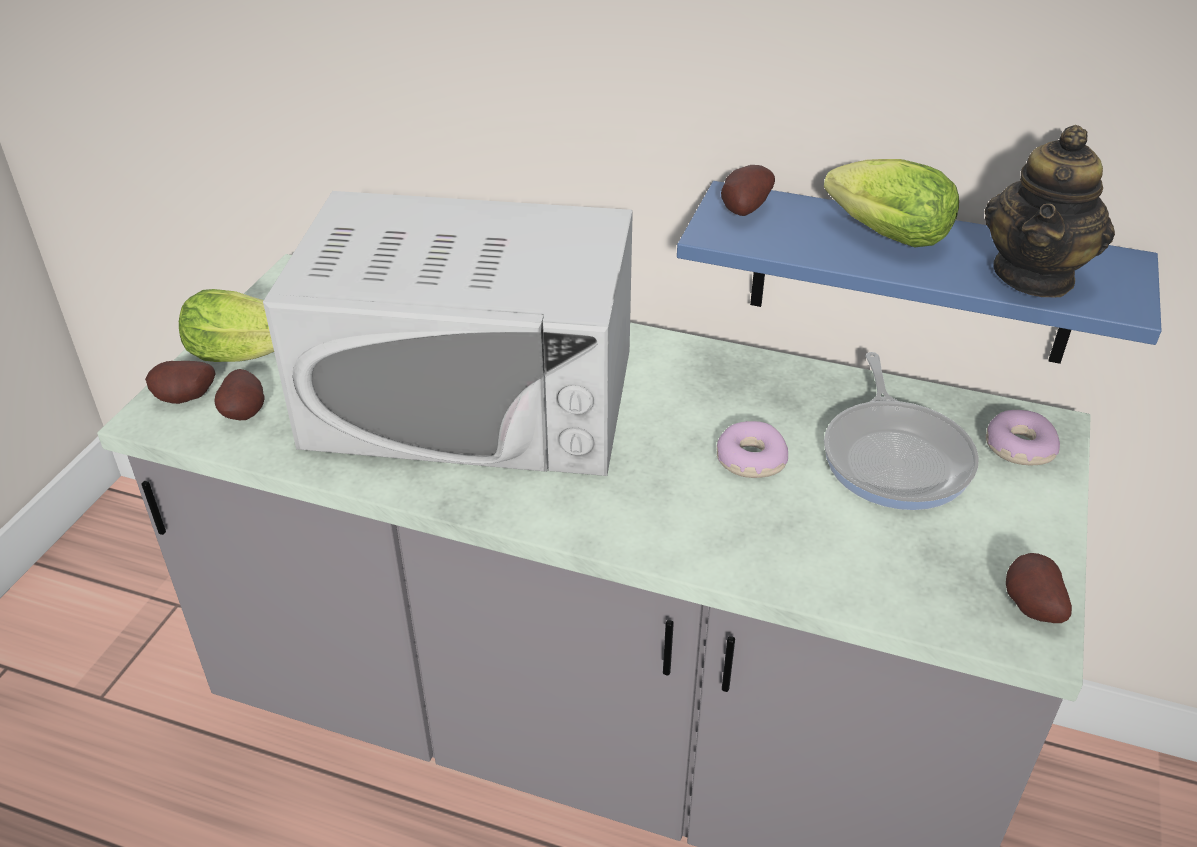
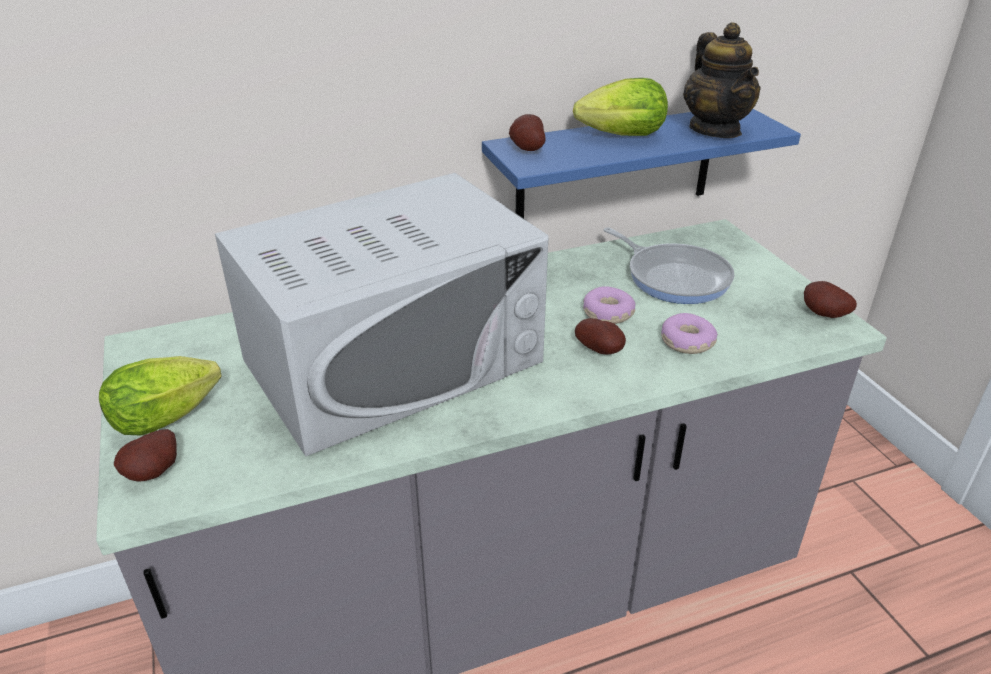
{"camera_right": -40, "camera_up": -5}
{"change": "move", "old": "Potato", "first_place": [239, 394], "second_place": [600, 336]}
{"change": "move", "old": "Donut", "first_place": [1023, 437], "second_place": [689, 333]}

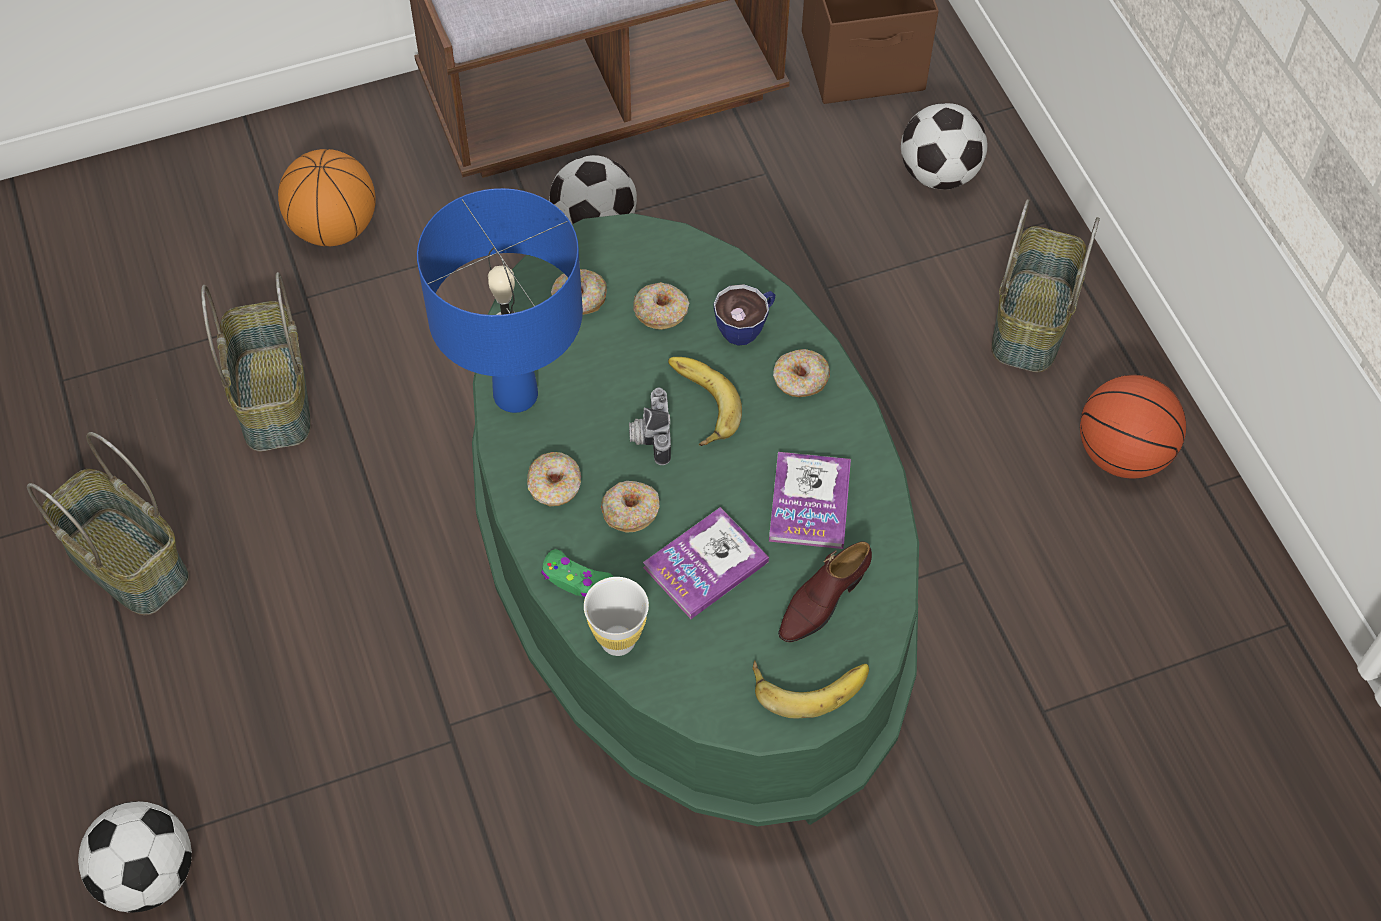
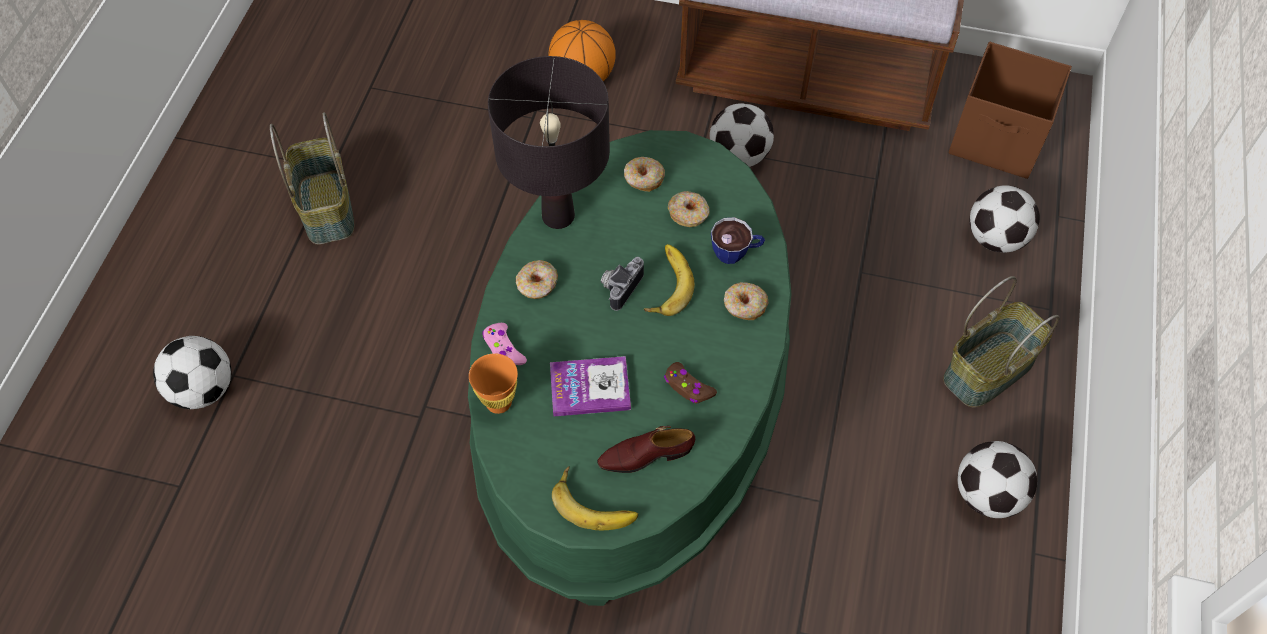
{"camera_right": 35, "camera_up": 0}
{"change": "delete", "old": "Basket", "first_place": [256, 362]}
{"change": "recolor", "old": "BlueTableLamp", "new": "BlackTableLamp", "first_place": [500, 300], "second_place": [549, 142]}
{"change": "recolor", "old": "GreenGameController", "new": "PinkGameController", "first_place": [577, 573], "second_place": [504, 344]}
{"change": "recolor", "old": "WhiteCup", "new": "OrangeCup", "first_place": [616, 616], "second_place": [493, 383]}
{"change": "delete", "old": "Donut", "first_place": [630, 507]}
{"change": "replace", "old": "Book", "new": "BrownGameController", "first_place": [810, 500], "second_place": [690, 382]}
{"change": "replace", "old": "Basketball", "new": "Football", "first_place": [1133, 427], "second_place": [997, 479]}

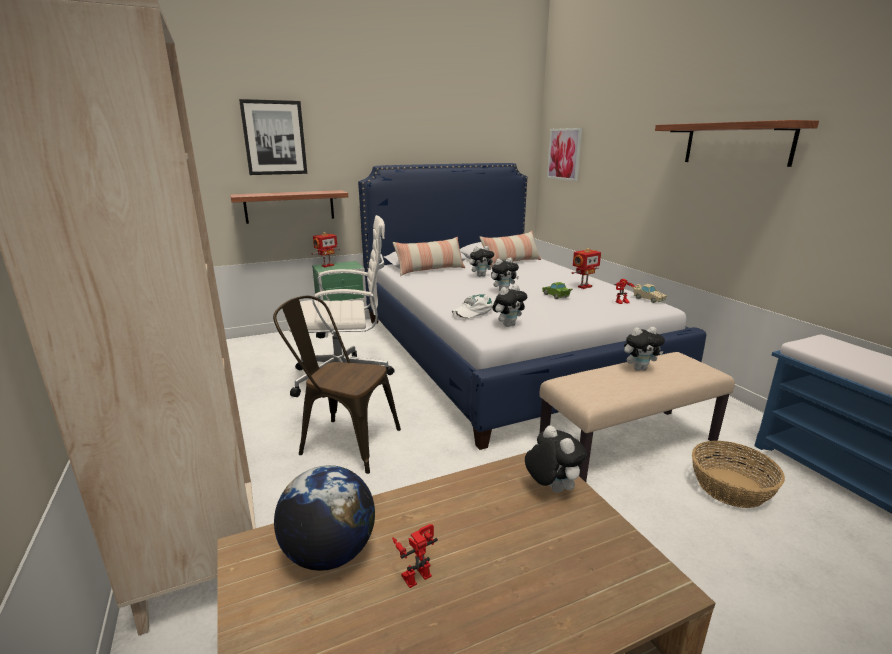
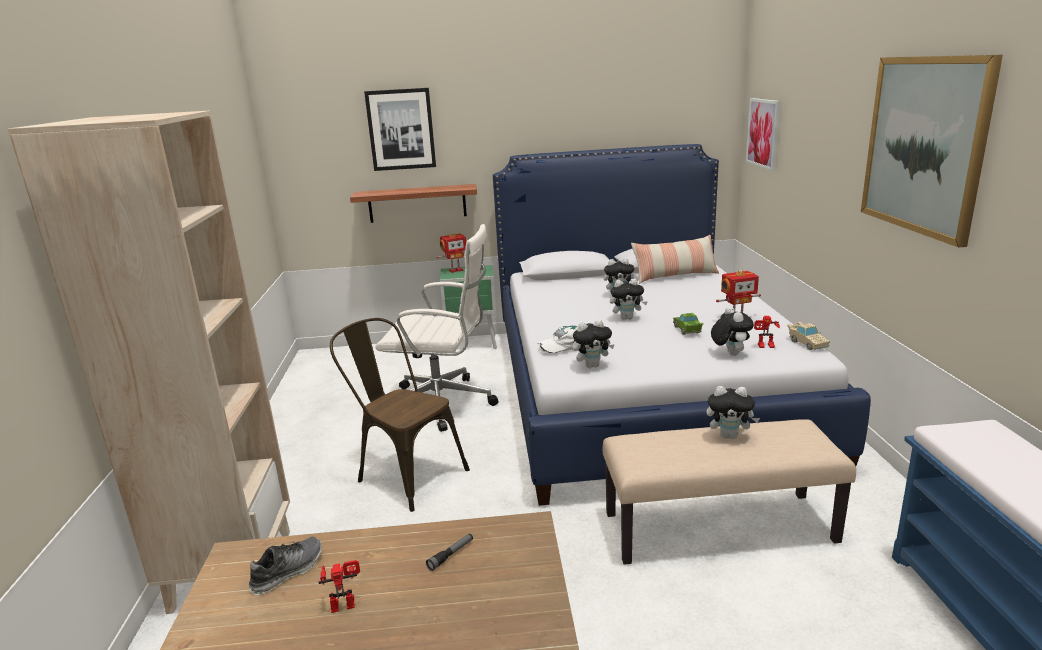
{"camera_right": 20, "camera_up": 0}
{"change": "replace", "old": "Globe", "new": "Shoe", "first_place": [324, 518], "second_place": [285, 566]}
{"change": "delete", "old": "Pillow", "first_place": [429, 256]}
{"change": "move", "old": "PlushToy", "first_place": [556, 459], "second_place": [732, 331]}
{"change": "replace", "old": "Shelf", "new": "Picture", "first_place": [737, 143], "second_place": [932, 151]}
{"change": "delete", "old": "Basket", "first_place": [738, 474]}
{"change": "insert", "new": "Flashlight", "second_place": [449, 552]}

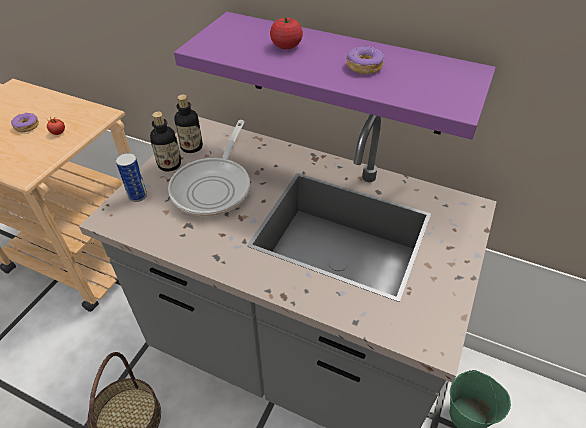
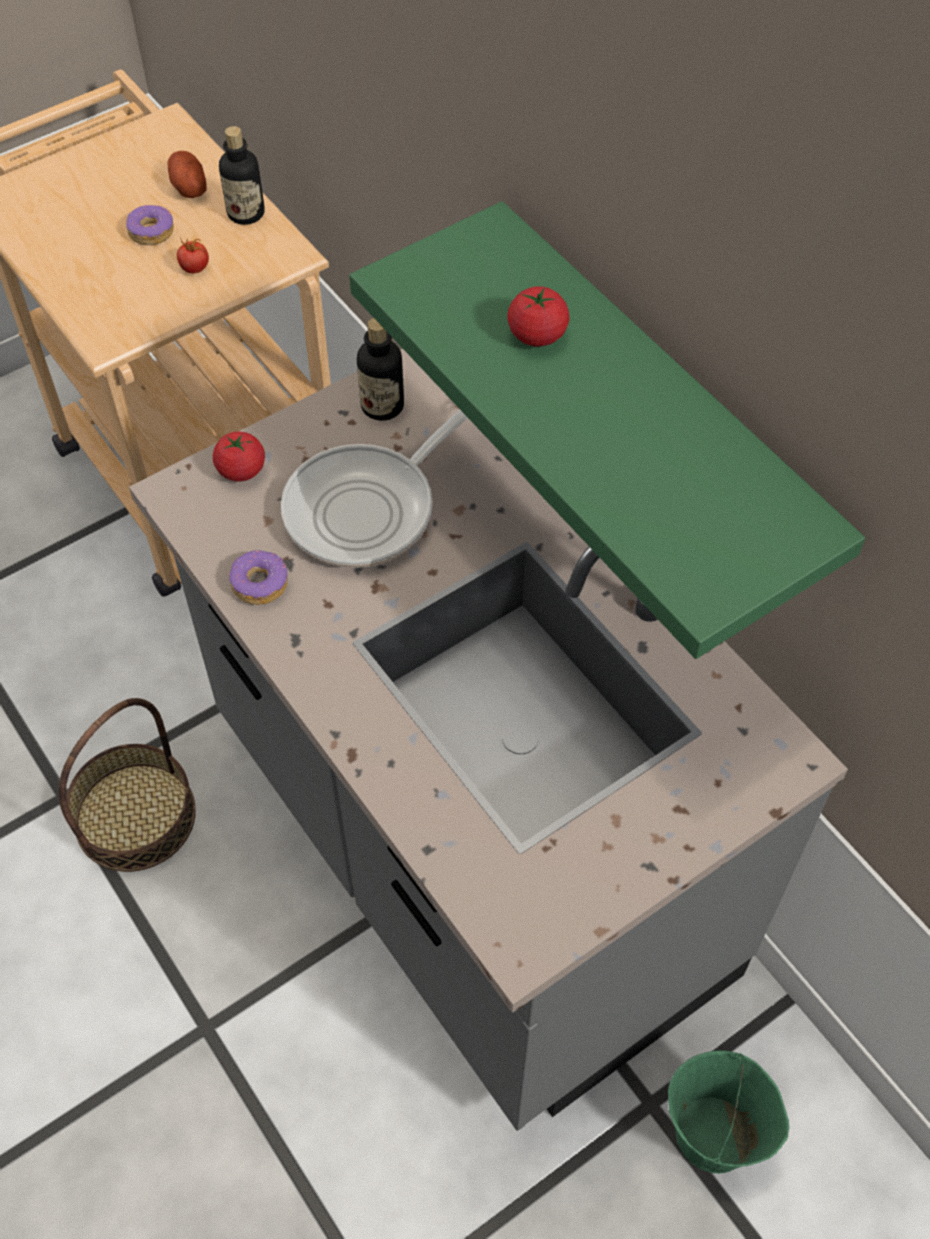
{"camera_right": 30, "camera_up": 10}
{"change": "replace", "old": "Can", "new": "Tomato", "first_place": [131, 177], "second_place": [239, 456]}
{"change": "move", "old": "Bottle", "first_place": [165, 142], "second_place": [241, 175]}
{"change": "recolor", "old": "PurpleShelf", "new": "GreenShelf", "first_place": [335, 76], "second_place": [607, 430]}
{"change": "move", "old": "Donut", "first_place": [365, 59], "second_place": [258, 577]}
{"change": "insert", "new": "Potato", "second_place": [187, 174]}

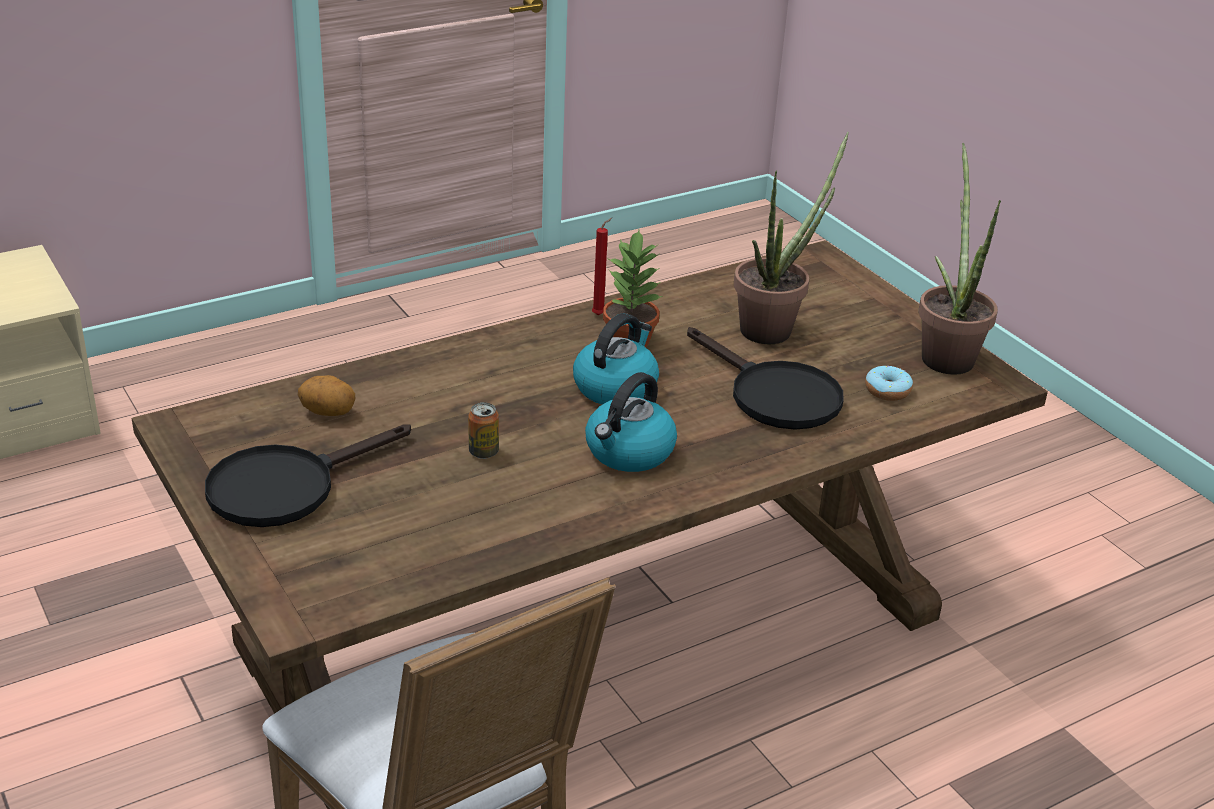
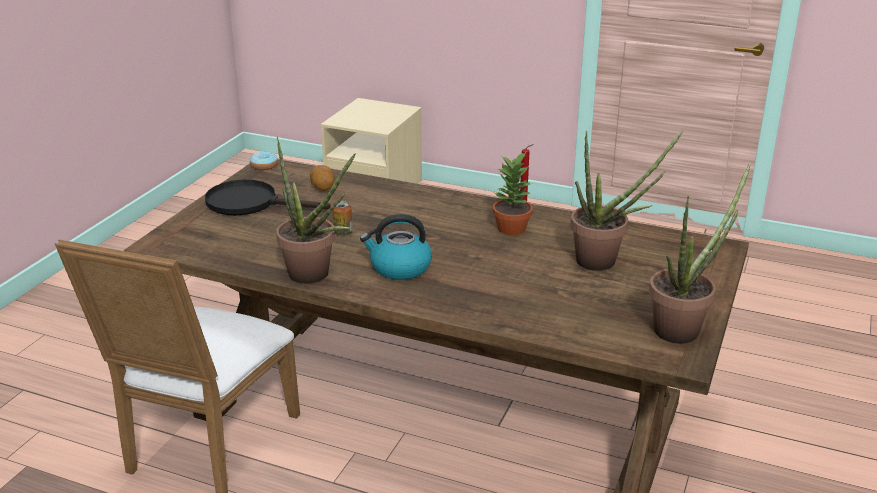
{"camera_right": 55, "camera_up": -5}
{"change": "delete", "old": "Kettle", "first_place": [616, 359]}
{"change": "delete", "old": "BlackFryingPan", "first_place": [765, 378]}
{"change": "move", "old": "Donut", "first_place": [889, 383], "second_place": [263, 161]}
{"change": "insert", "new": "PottedPlant", "second_place": [316, 210]}

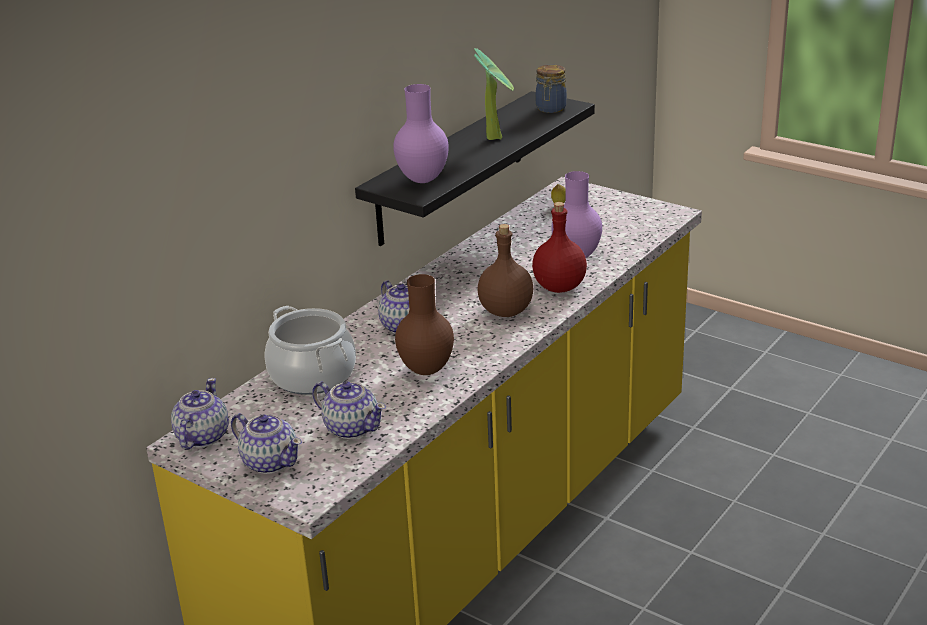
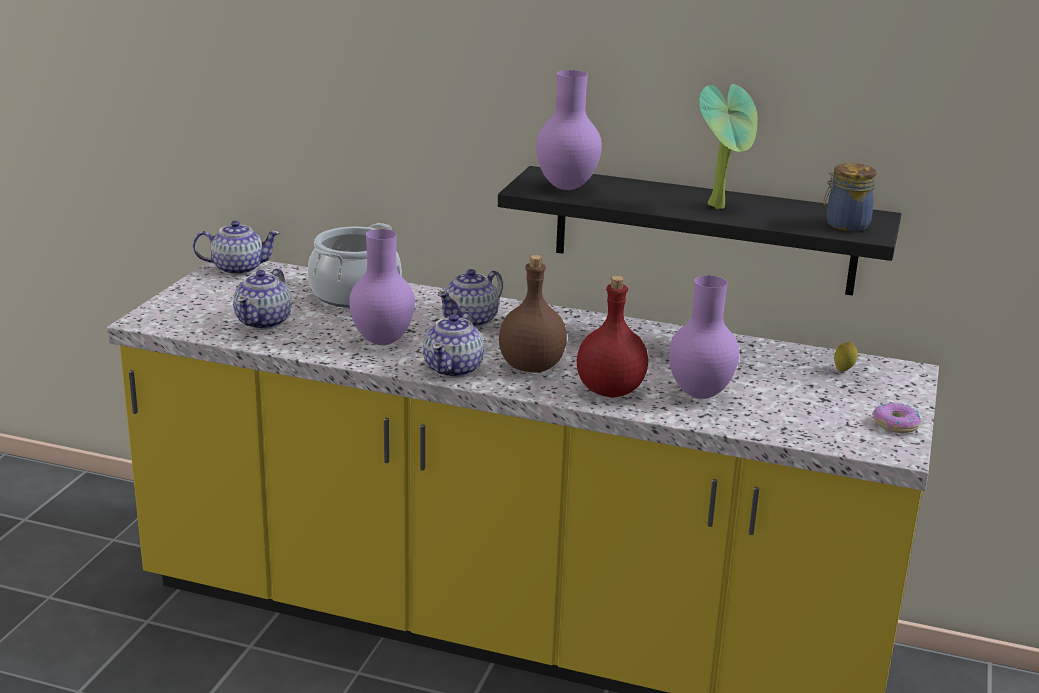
{"camera_right": 70, "camera_up": -5}
{"change": "move", "old": "Teapot", "first_place": [266, 443], "second_place": [453, 344]}
{"change": "recolor", "old": "BrownVase", "new": "PurpleVase", "first_place": [424, 324], "second_place": [382, 287]}
{"change": "insert", "new": "Donut", "second_place": [896, 418]}

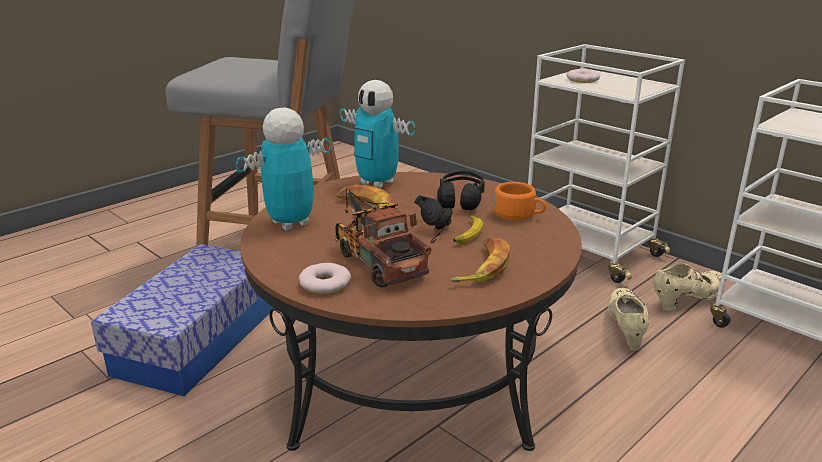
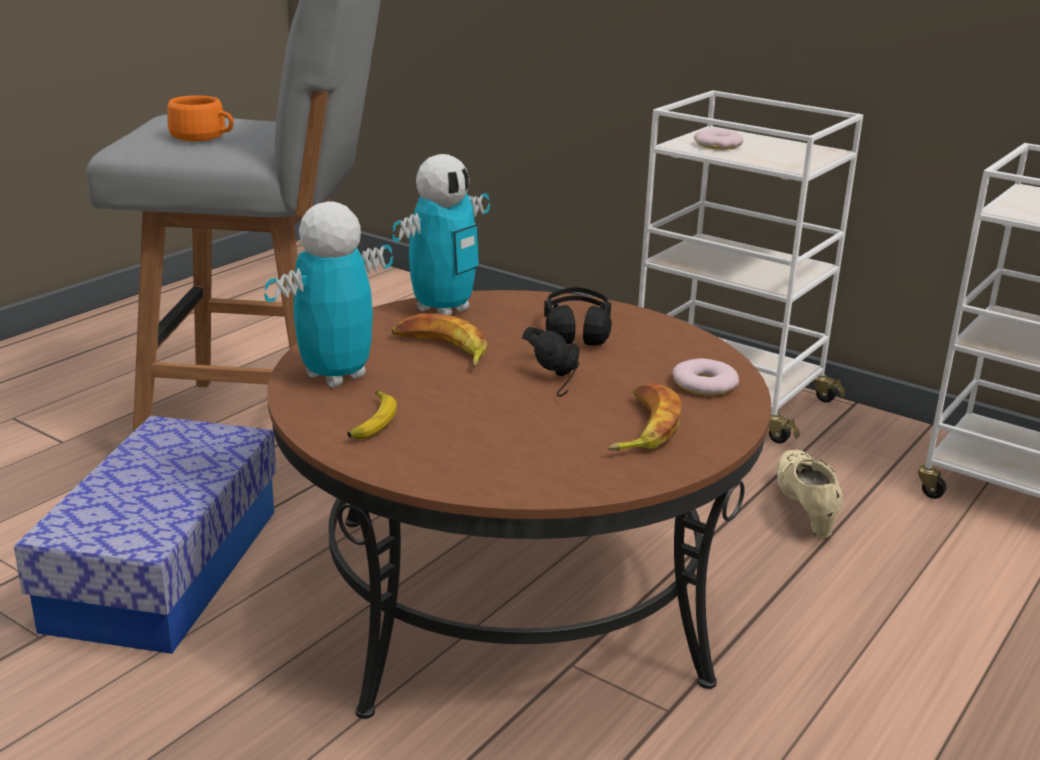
{"camera_right": -10, "camera_up": 0}
{"change": "move", "old": "Donut", "first_place": [325, 278], "second_place": [705, 377]}
{"change": "delete", "old": "ToyTruck", "first_place": [383, 238]}
{"change": "rotate", "old": "ToyRobot", "first_place": [377, 134], "second_place": [441, 235], "degrees": -75}
{"change": "move", "old": "Banana", "first_place": [468, 229], "second_place": [372, 415]}
{"change": "move", "old": "OrangeCup", "first_place": [519, 201], "second_place": [200, 118]}
{"change": "delete", "old": "BeigeShoe", "first_place": [689, 287]}

